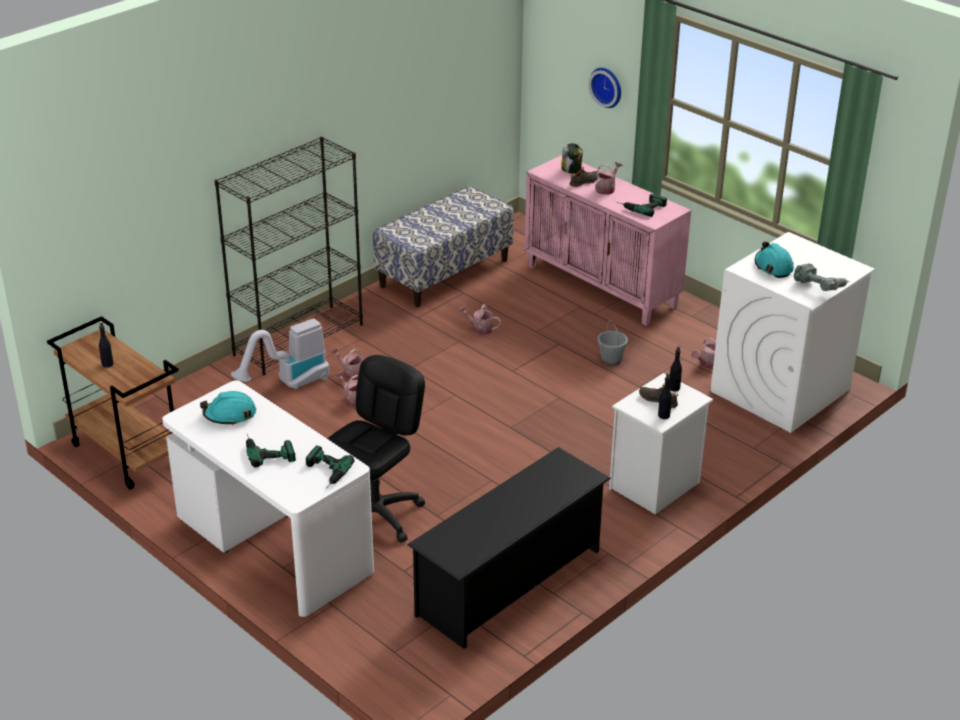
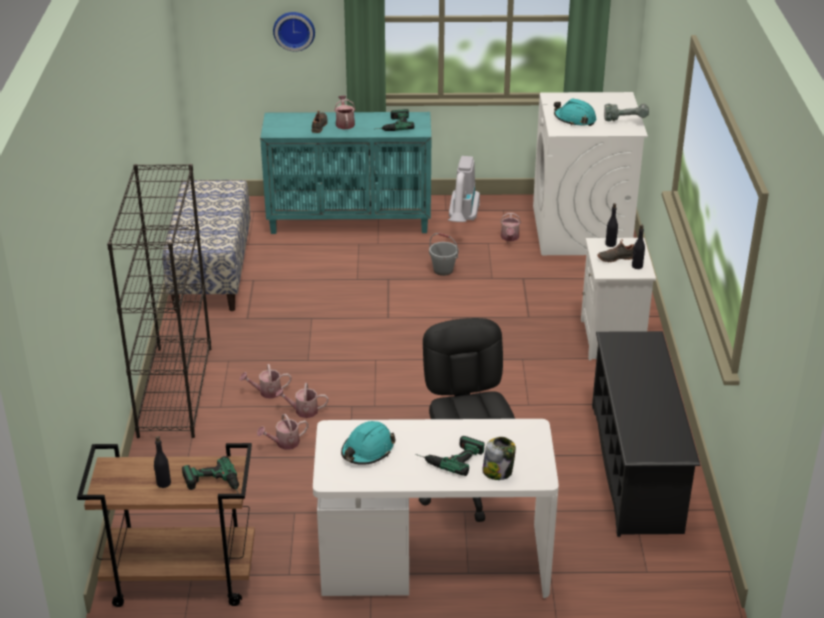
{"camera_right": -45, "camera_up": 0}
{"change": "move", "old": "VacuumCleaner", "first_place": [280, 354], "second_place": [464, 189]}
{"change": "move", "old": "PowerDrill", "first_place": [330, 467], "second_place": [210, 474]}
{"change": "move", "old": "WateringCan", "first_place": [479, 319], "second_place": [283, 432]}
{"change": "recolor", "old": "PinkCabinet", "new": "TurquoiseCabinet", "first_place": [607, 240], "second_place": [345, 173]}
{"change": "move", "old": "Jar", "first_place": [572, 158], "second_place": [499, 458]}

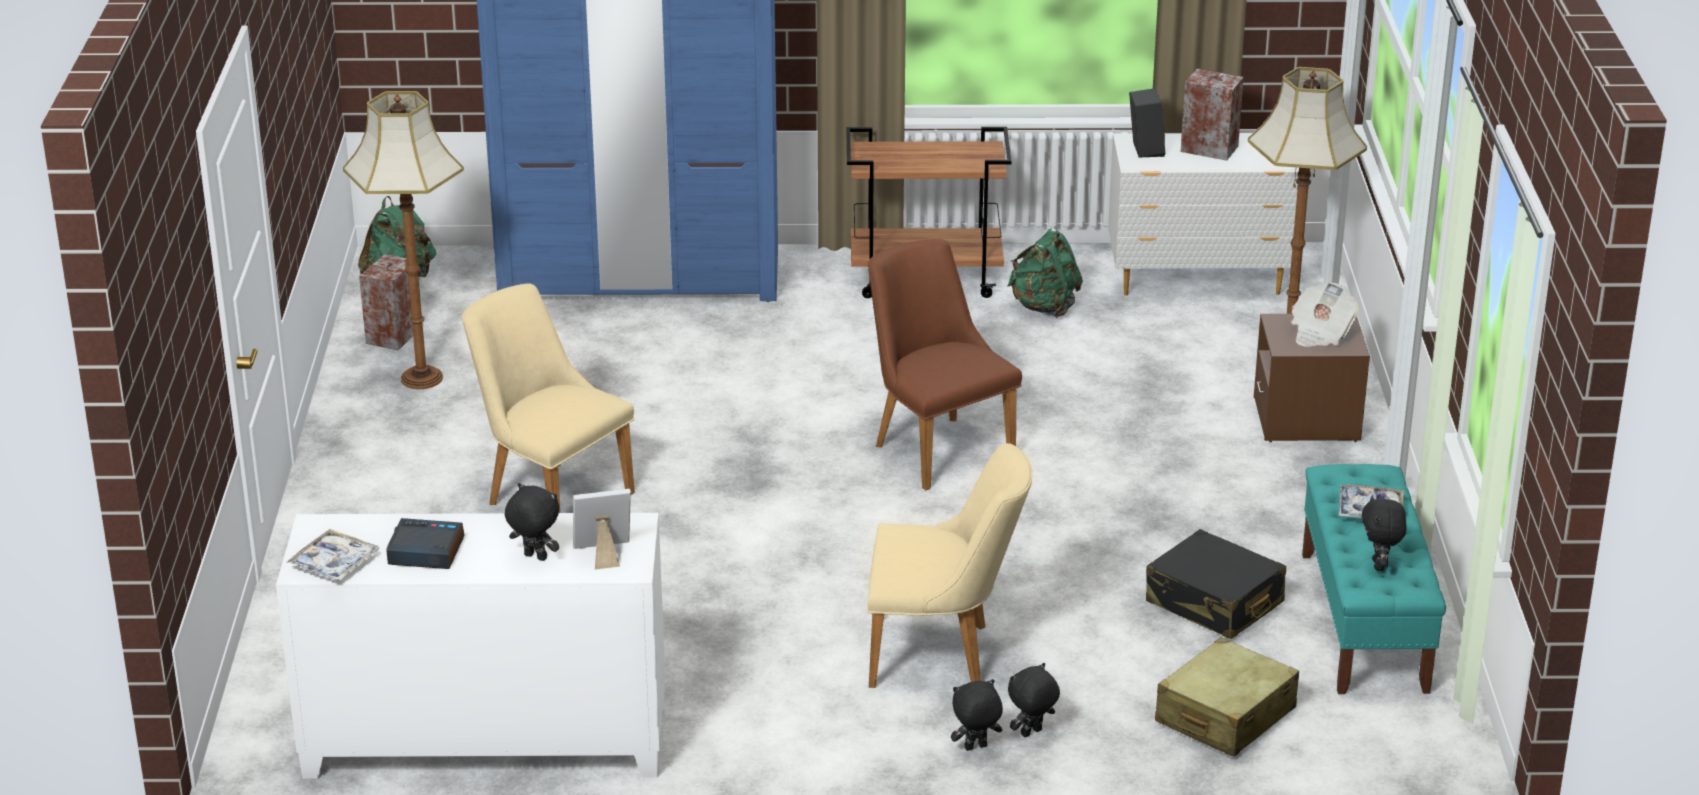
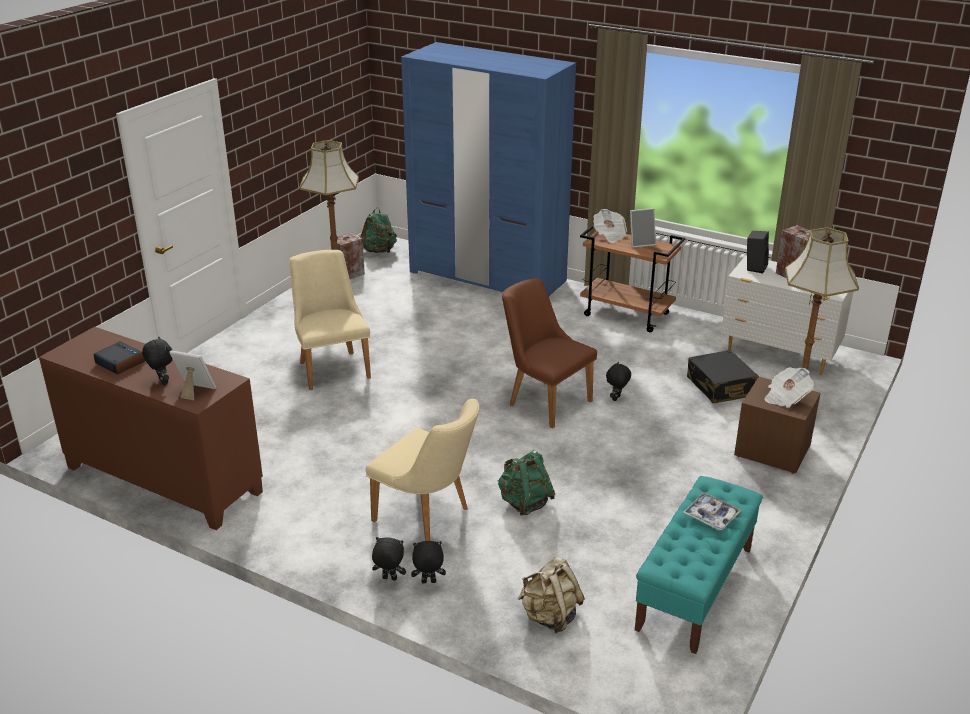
{"camera_right": 30, "camera_up": 0}
{"change": "recolor", "old": "WhiteCabinet", "new": "BrownCabinet", "first_place": [470, 646], "second_place": [151, 428]}
{"change": "delete", "old": "Tray", "first_place": [333, 555]}
{"change": "rotate", "old": "BrownChair", "first_place": [945, 365], "second_place": [549, 353], "degrees": -45}
{"change": "move", "old": "GreenBackpack", "first_place": [1045, 273], "second_place": [526, 482]}
{"change": "move", "old": "BlackSuitcase", "first_place": [1216, 584], "second_place": [723, 377]}
{"change": "replace", "old": "BeigeSuitcase", "new": "BeigeBackpack", "first_place": [1227, 697], "second_place": [551, 594]}
{"change": "move", "old": "BlackPlushToy", "first_place": [1384, 533], "second_place": [618, 381]}
{"change": "insert", "new": "Newspaper", "second_place": [611, 226]}
{"change": "insert", "new": "PictureFrame", "second_place": [643, 228]}

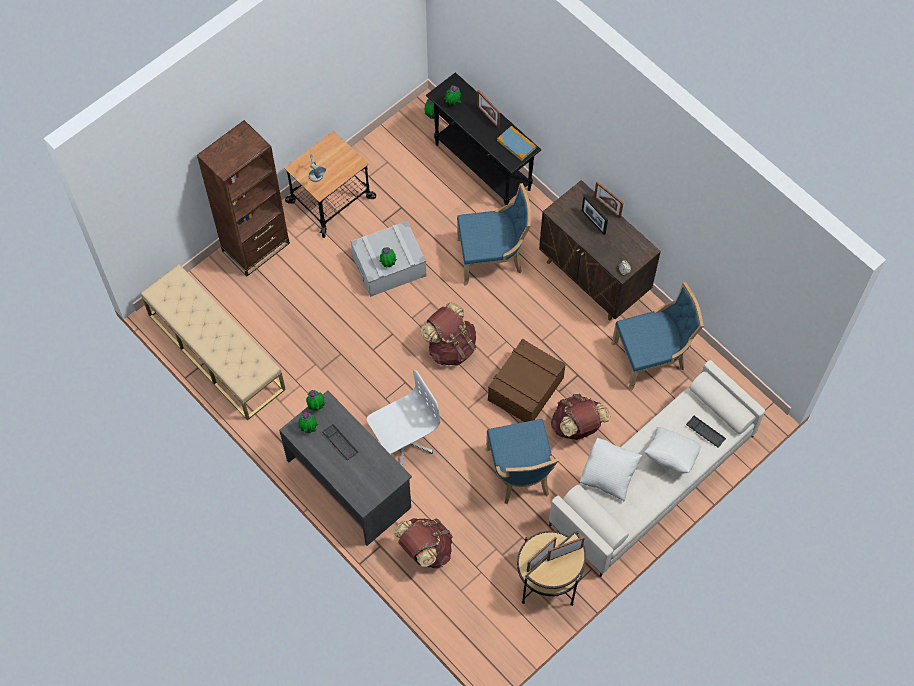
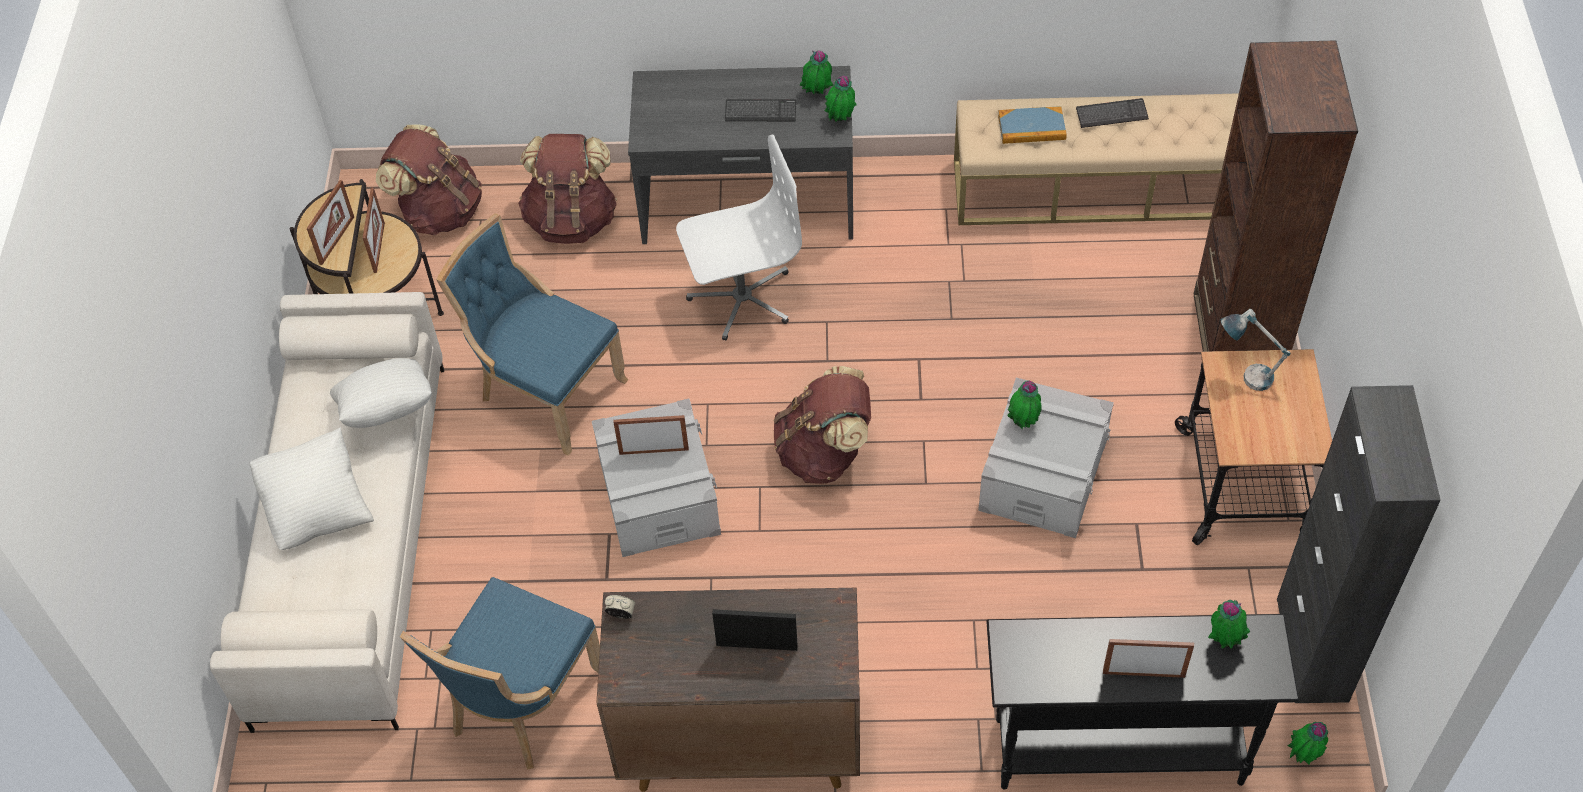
{"camera_right": 135, "camera_up": -10}
{"change": "rotate", "old": "WhiteOfficeChair", "first_place": [403, 418], "second_place": [739, 238], "degrees": -120}
{"change": "delete", "old": "BlueChair", "first_place": [494, 234]}
{"change": "recolor", "old": "BrownStorageBox", "new": "GreyStorageBox", "first_place": [527, 380], "second_place": [656, 478]}
{"change": "move", "old": "Book", "first_place": [516, 143], "second_place": [1032, 125]}
{"change": "move", "old": "BrownBackpack", "first_place": [580, 417], "second_place": [429, 180]}
{"change": "move", "old": "PictureFrame", "first_place": [608, 200], "second_place": [651, 435]}
{"change": "move", "old": "Keyboard", "first_place": [706, 431], "second_place": [1112, 113]}
{"change": "insert", "new": "BlackCabinet", "second_place": [1359, 544]}

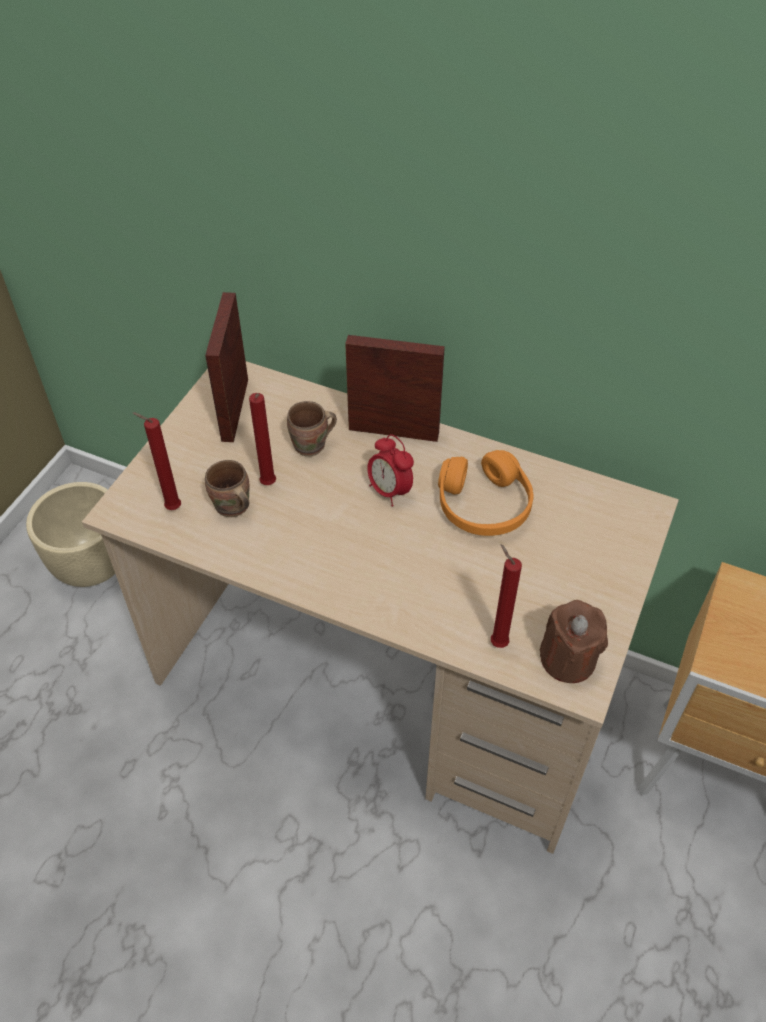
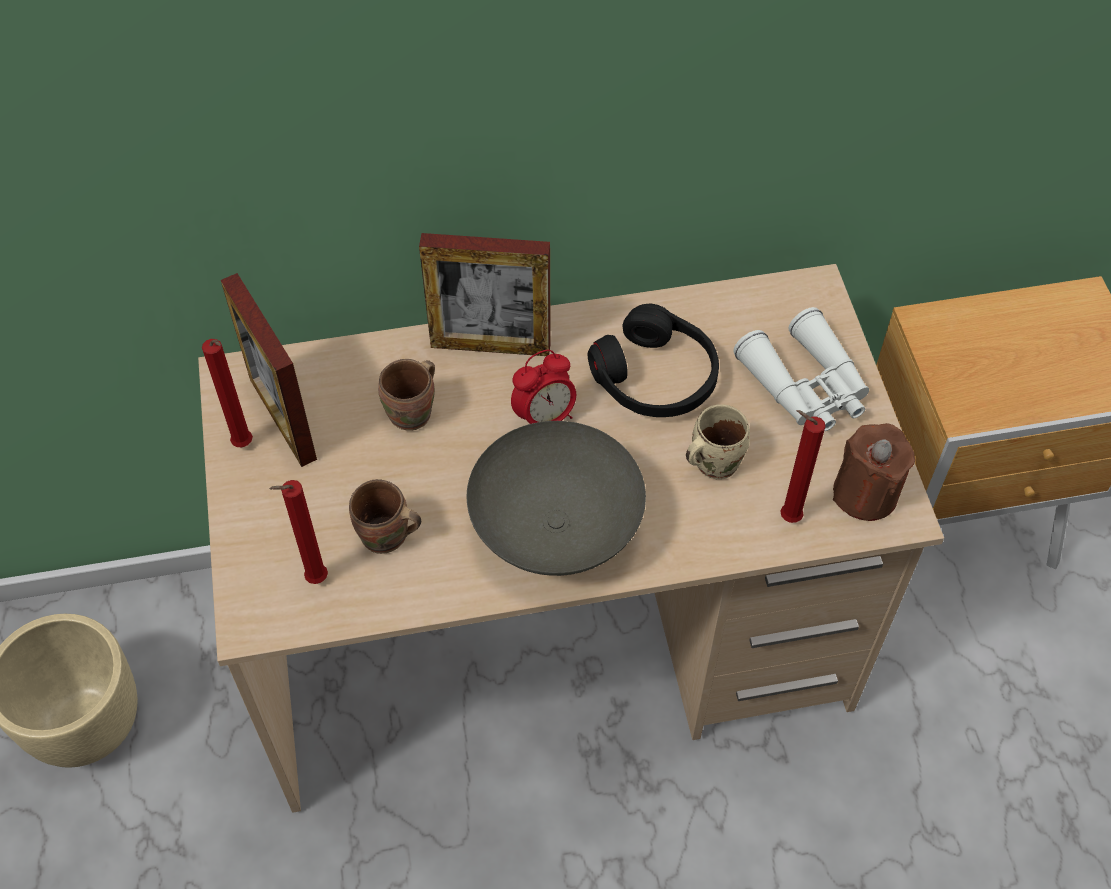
{"camera_right": -35, "camera_up": 5}
{"change": "move", "old": "RedCandle", "first_place": [262, 439], "second_place": [227, 393]}
{"change": "rotate", "old": "PictureFrame", "first_place": [395, 388], "second_place": [485, 294], "degrees": -150}
{"change": "rotate", "old": "AlarmClock", "first_place": [390, 470], "second_place": [543, 387], "degrees": -45}
{"change": "recolor", "old": "OrangeHeadphones", "new": "BlackHeadphones", "first_place": [486, 493], "second_place": [653, 360]}
{"change": "insert", "new": "GreyBowl", "second_place": [556, 498]}
{"change": "insert", "new": "BeigeMug", "second_place": [718, 441]}
{"change": "insert", "new": "WhiteBinoculars", "second_place": [801, 369]}

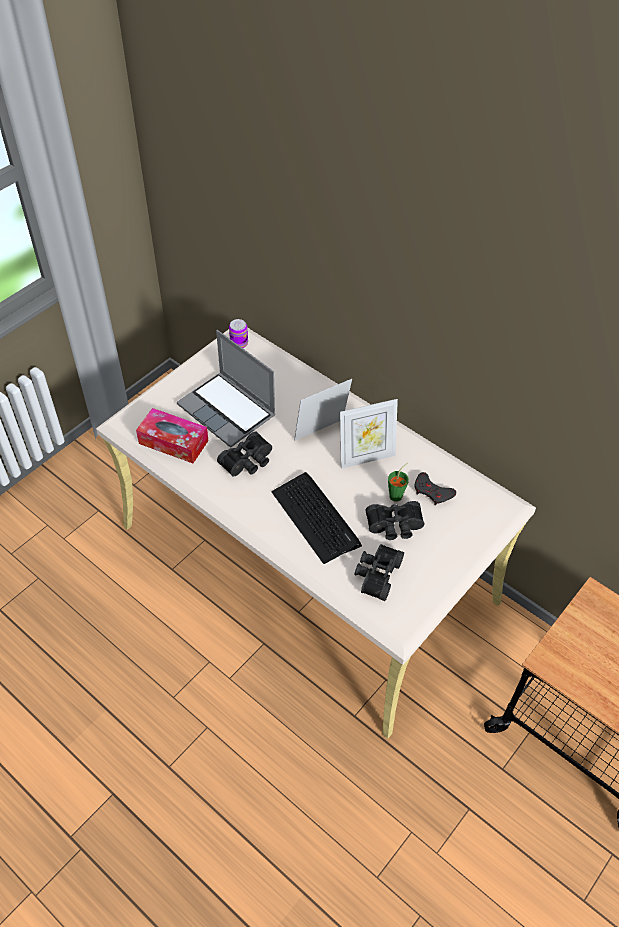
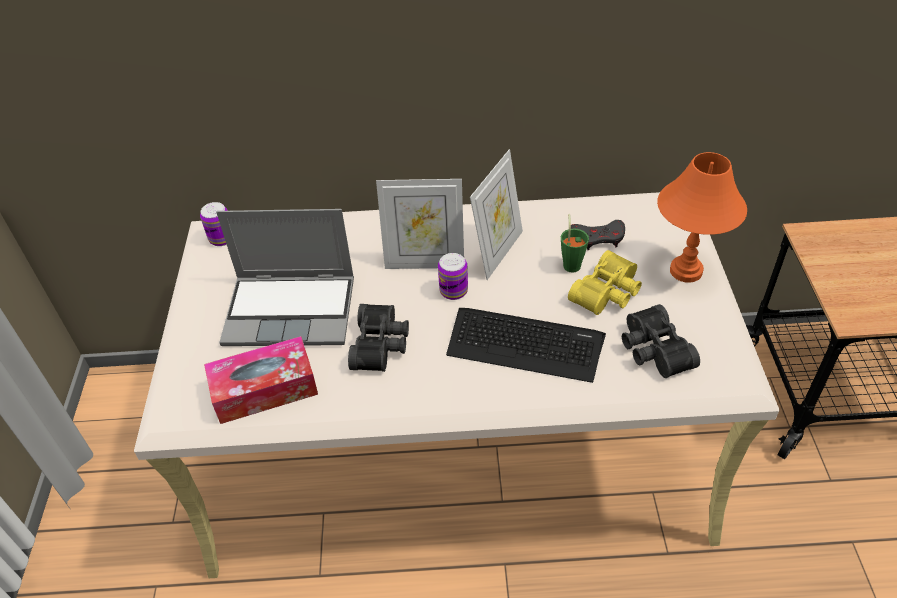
{"camera_right": -40, "camera_up": -5}
{"change": "rotate", "old": "PictureFrame", "first_place": [323, 410], "second_place": [420, 224], "degrees": -105}
{"change": "recolor", "old": "BlackBinoculars", "new": "YellowBinoculars", "first_place": [395, 520], "second_place": [605, 282]}
{"change": "insert", "new": "Can", "second_place": [453, 276]}
{"change": "insert", "new": "OrangeTableLamp", "second_place": [702, 217]}

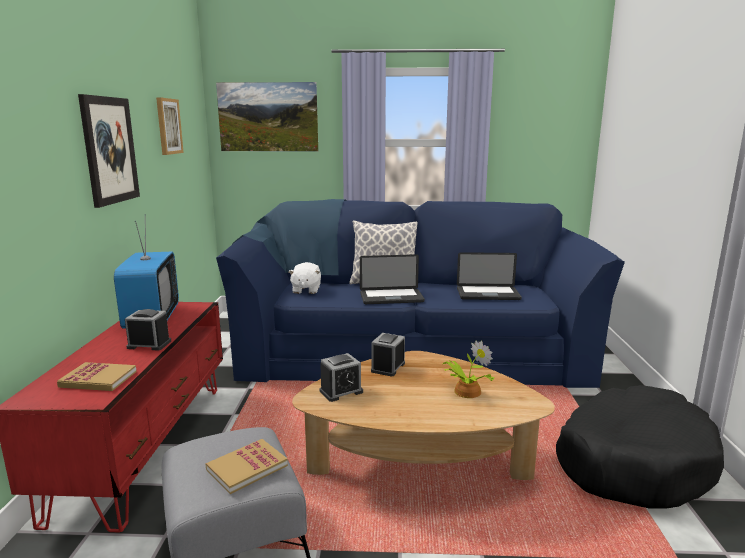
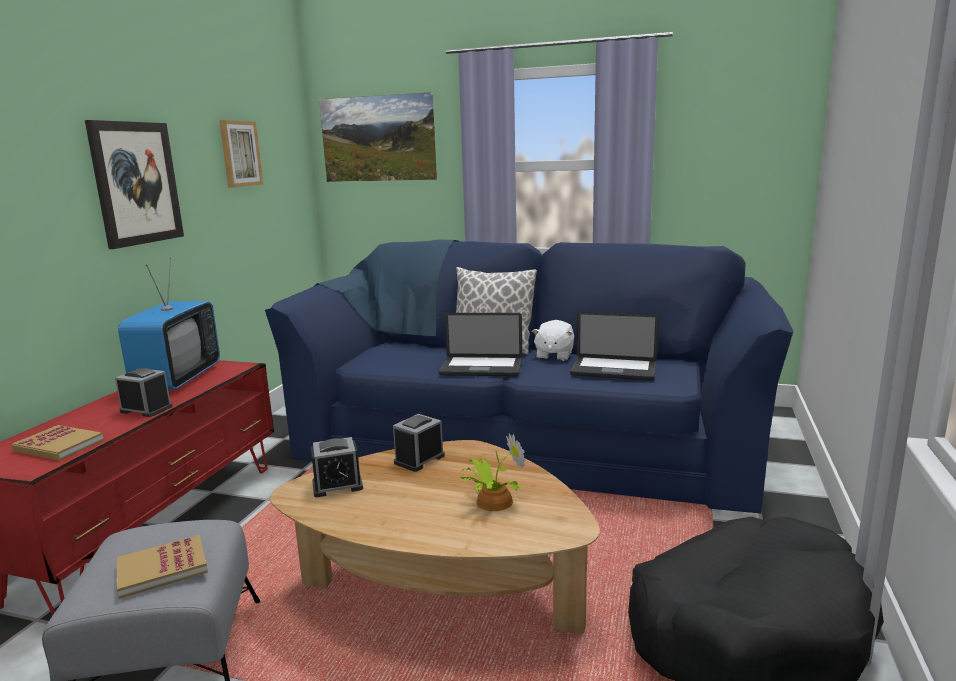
{"camera_right": 15, "camera_up": 0}
{"change": "move", "old": "WhitePlushToy", "first_place": [304, 278], "second_place": [553, 340]}

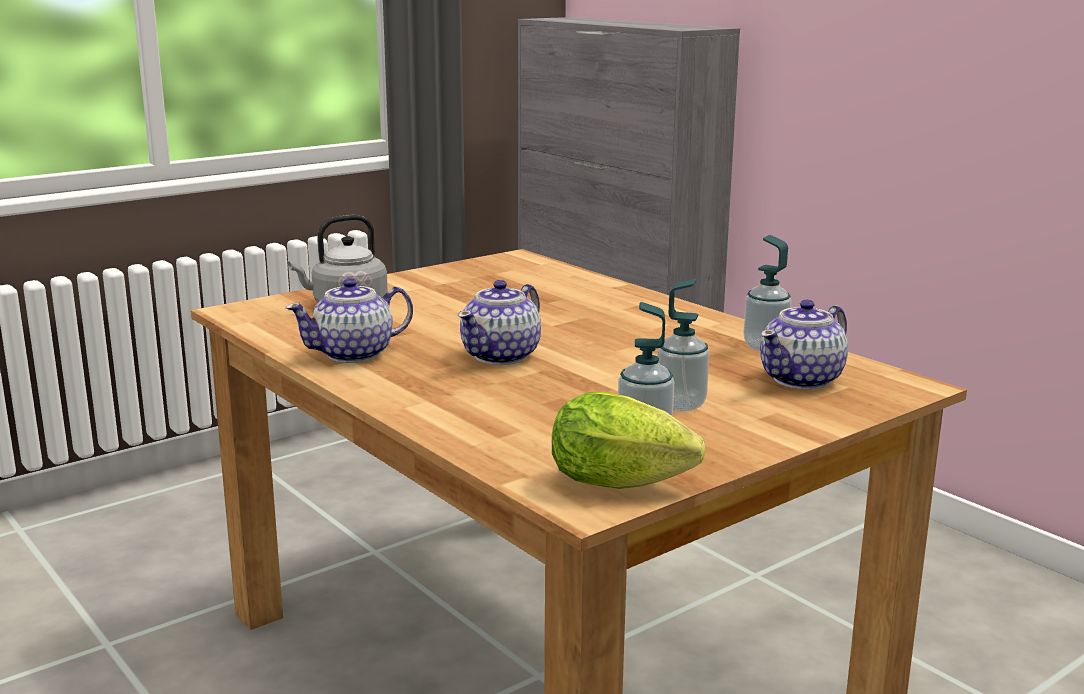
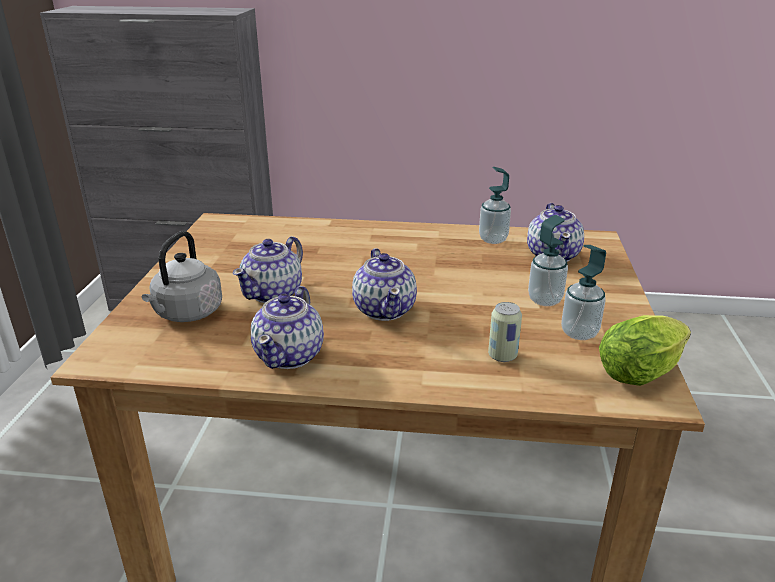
{"camera_right": -45, "camera_up": 10}
{"change": "insert", "new": "Teapot", "second_place": [268, 269]}
{"change": "insert", "new": "Can", "second_place": [505, 332]}

